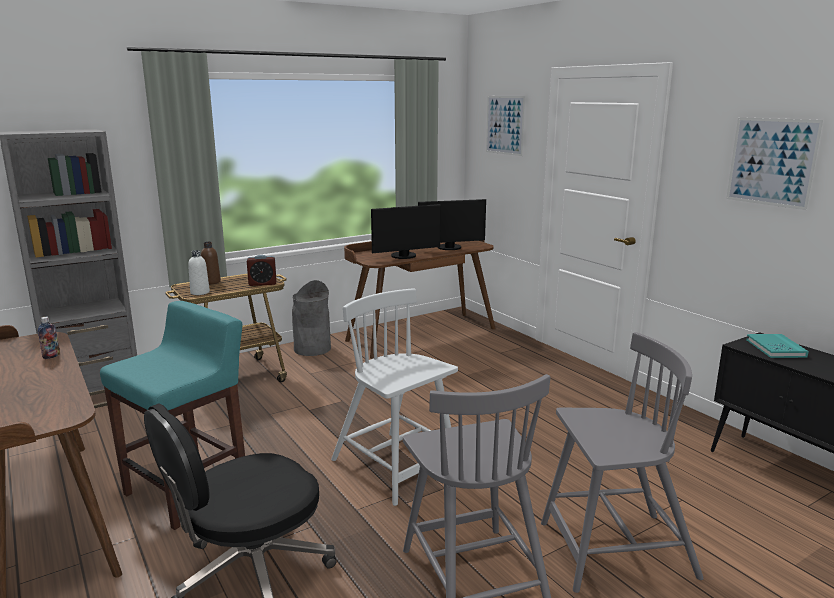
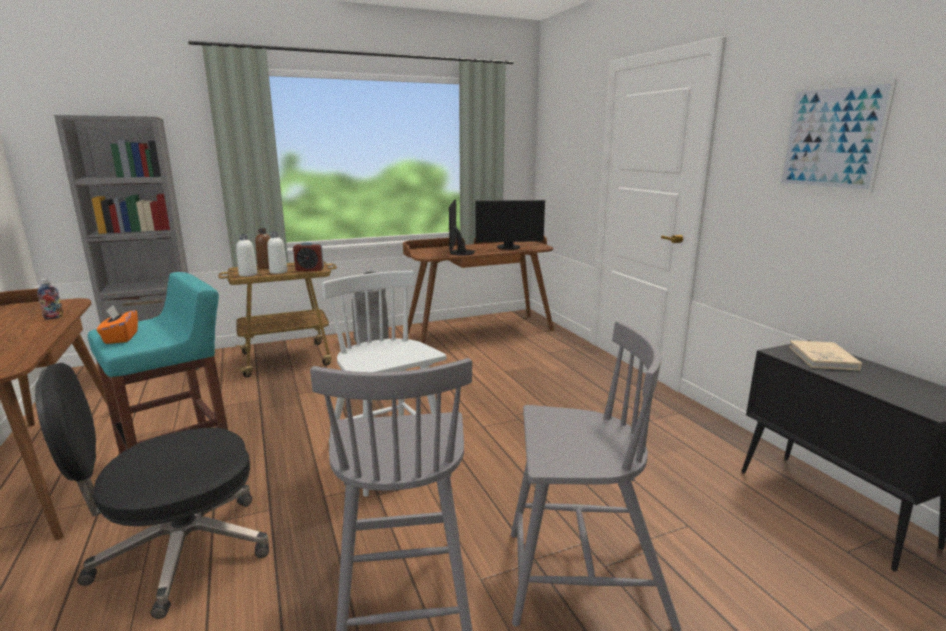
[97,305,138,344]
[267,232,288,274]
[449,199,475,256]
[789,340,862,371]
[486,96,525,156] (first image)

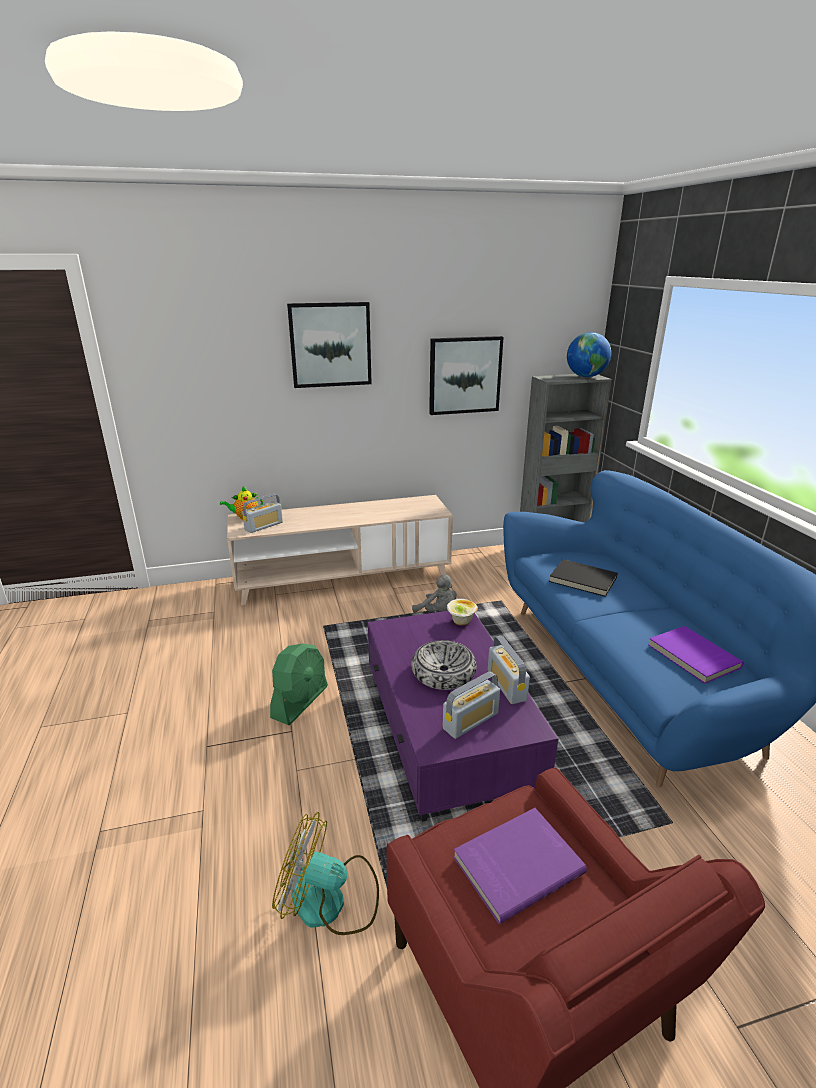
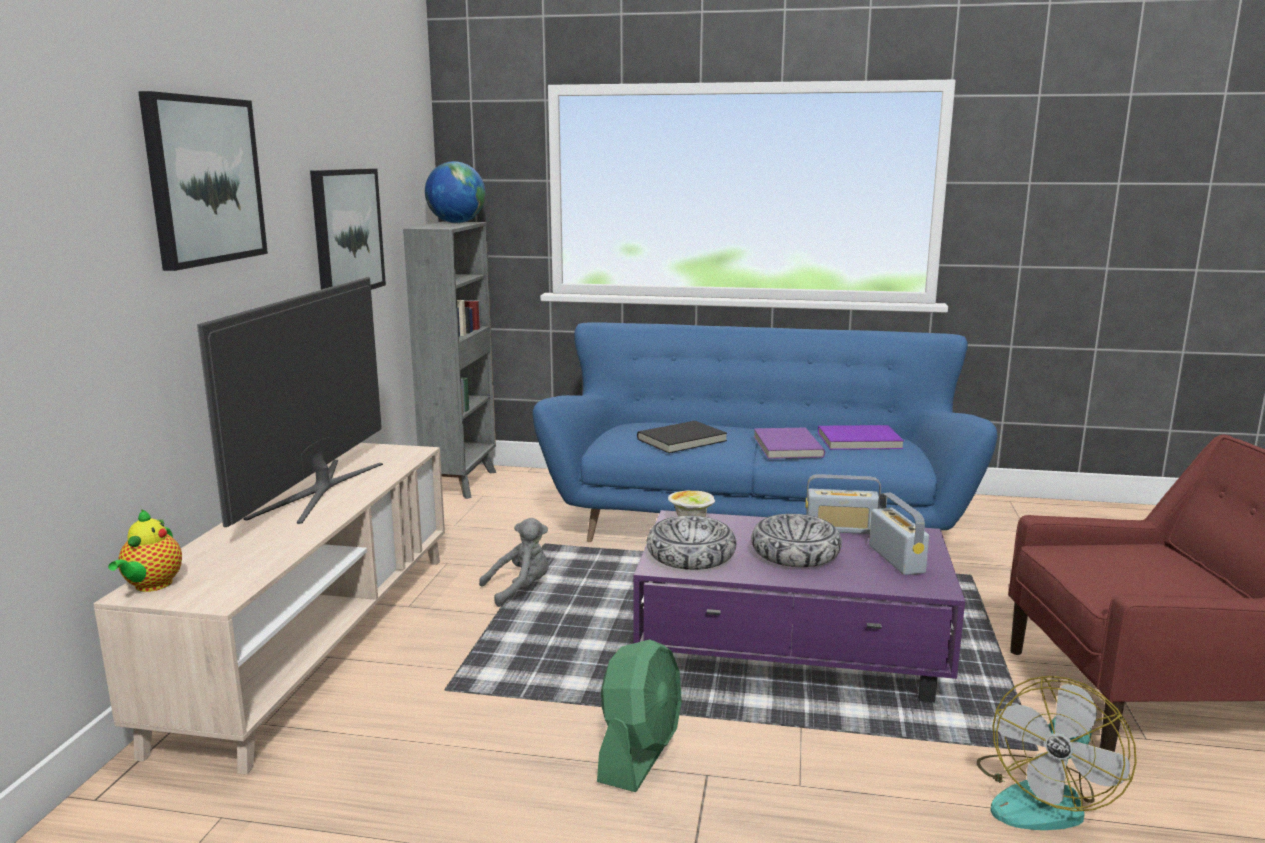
[197,277,383,527]
[597,639,682,792]
[647,516,736,570]
[754,428,825,459]
[242,494,283,533] (first image)

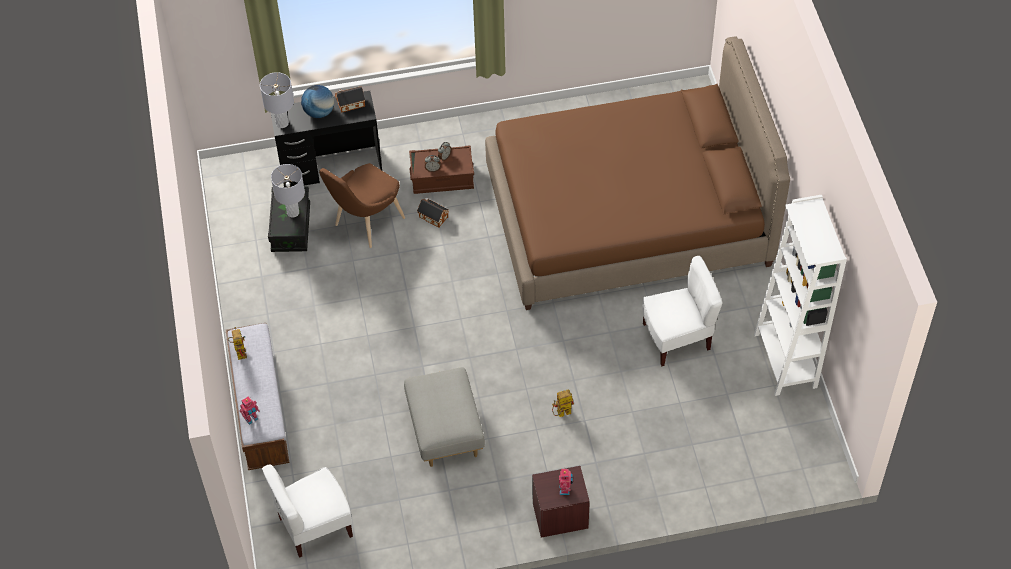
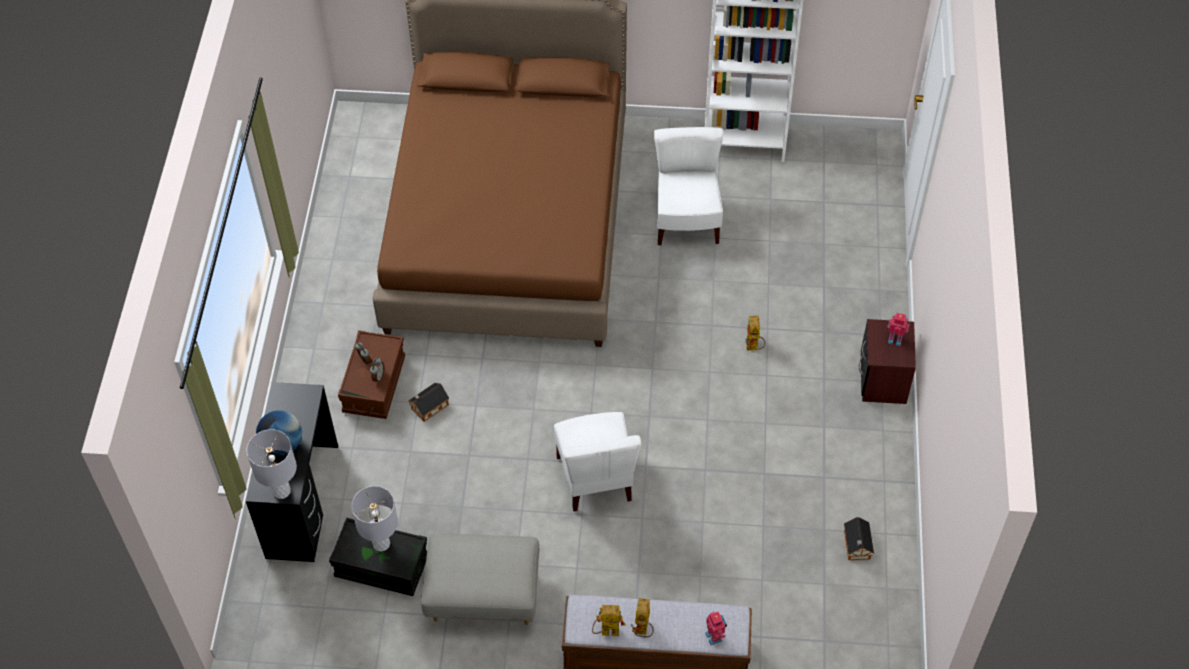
[421,534,539,625]
[554,412,641,512]
[630,598,654,637]
[844,517,874,560]
[319,163,405,248] (first image)

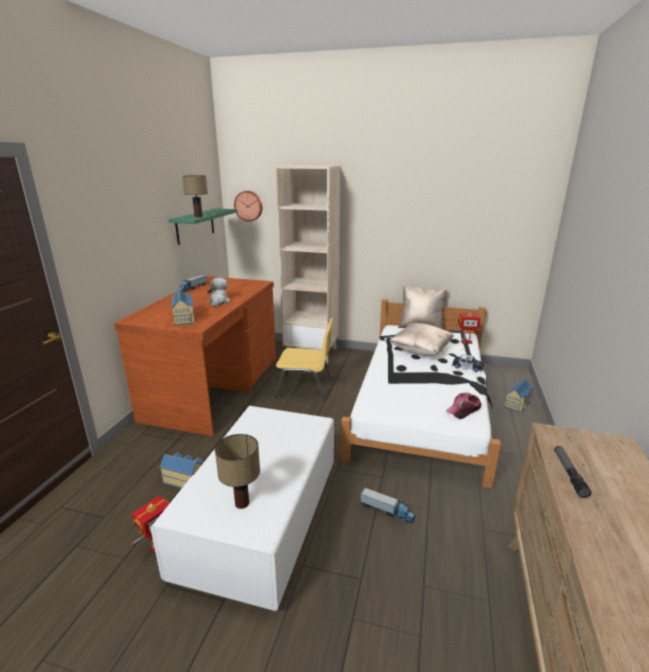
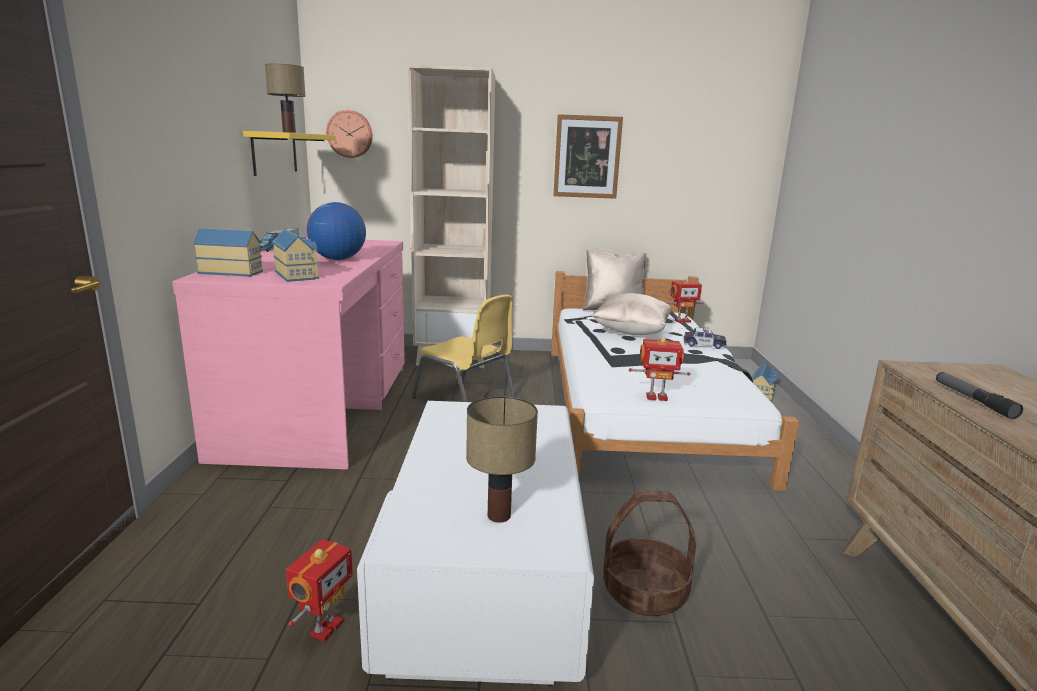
[172,237,405,470]
[193,228,263,277]
[243,131,336,176]
[307,202,366,260]
[412,294,516,402]
[554,114,623,199]
[603,490,696,616]
[629,337,690,401]
[360,487,415,523] (first image)
[446,392,481,419] (first image)

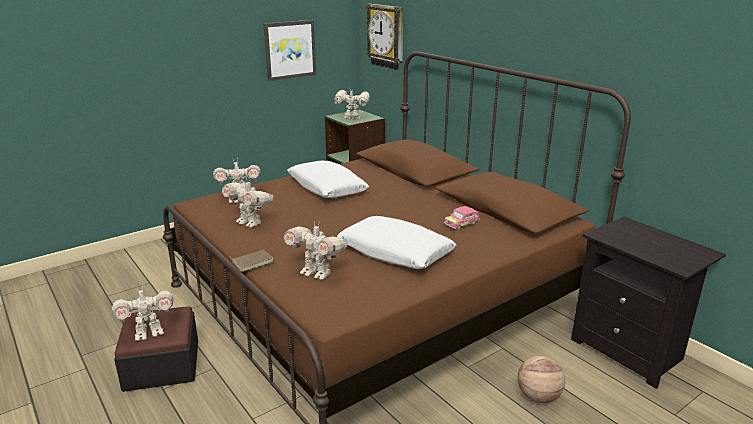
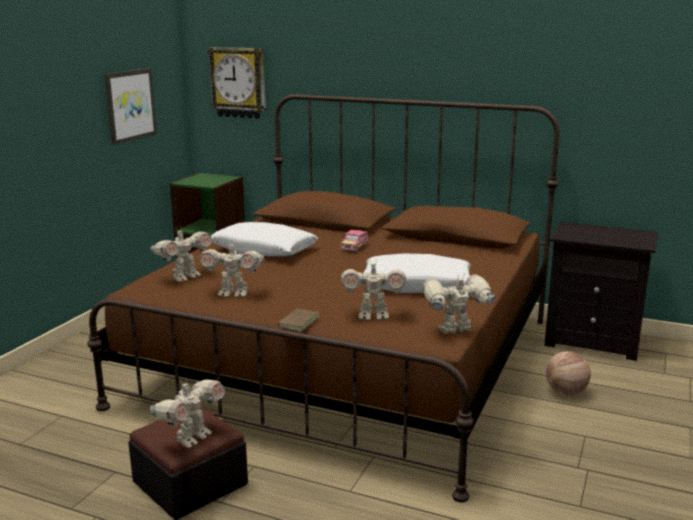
[340,230,368,252]
[423,273,496,334]

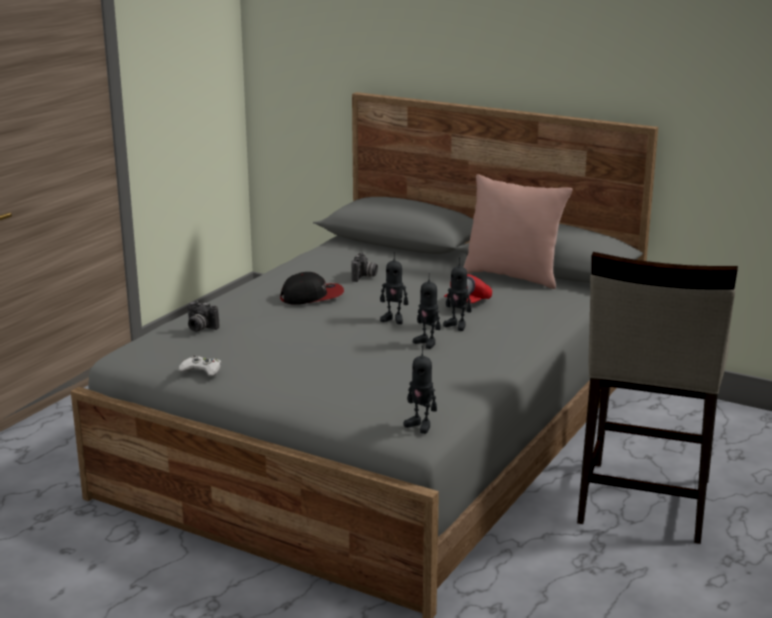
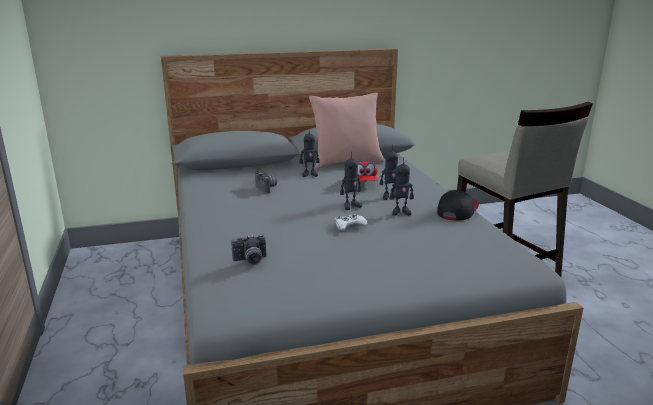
[299,127,320,177]
[335,214,368,230]
[437,190,479,221]

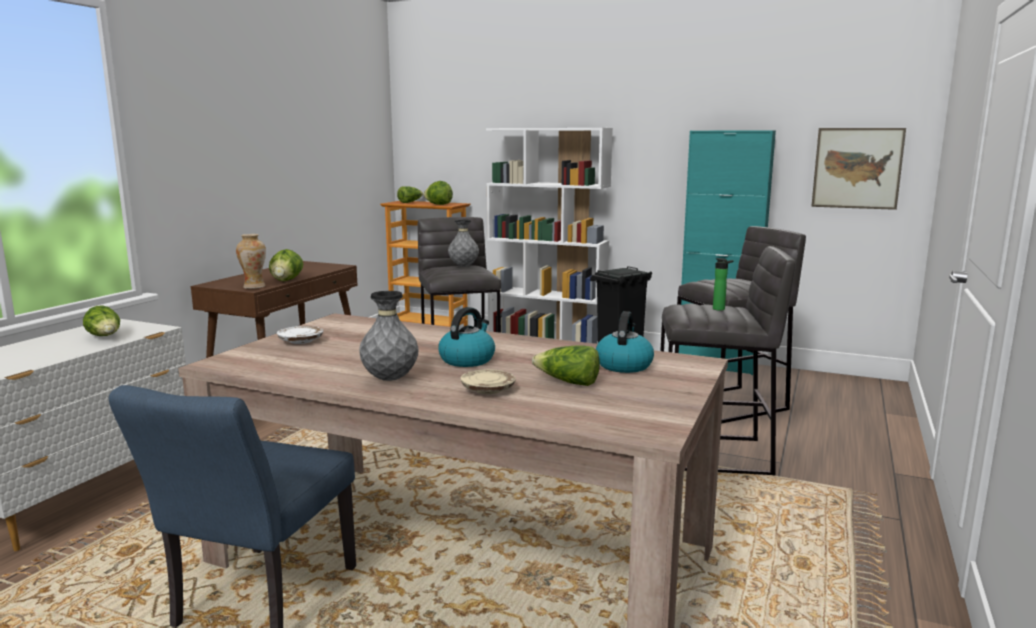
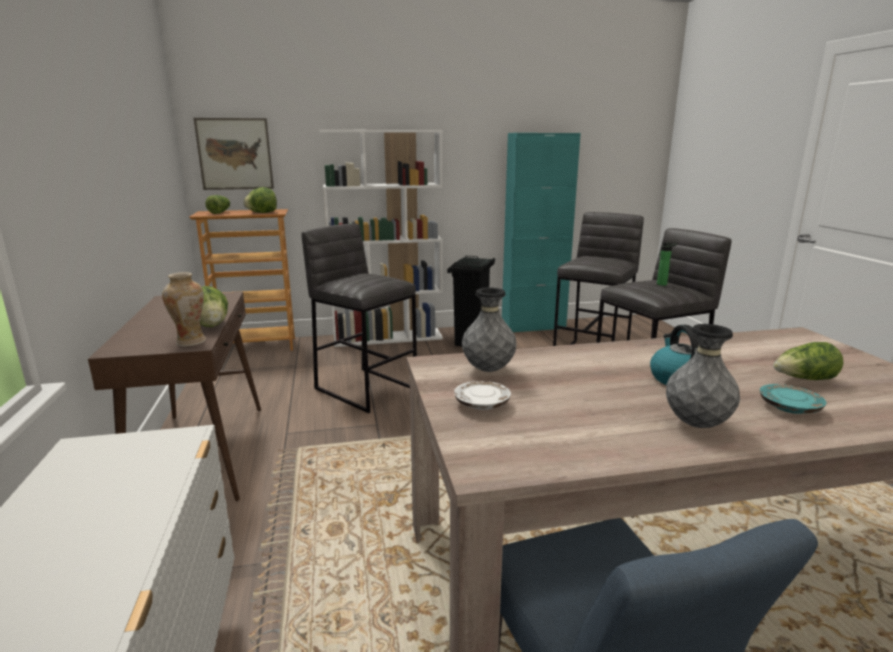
[194,118,274,190]
[462,287,517,372]
[760,384,826,414]
[83,305,120,336] (first image)
[596,311,654,373] (first image)

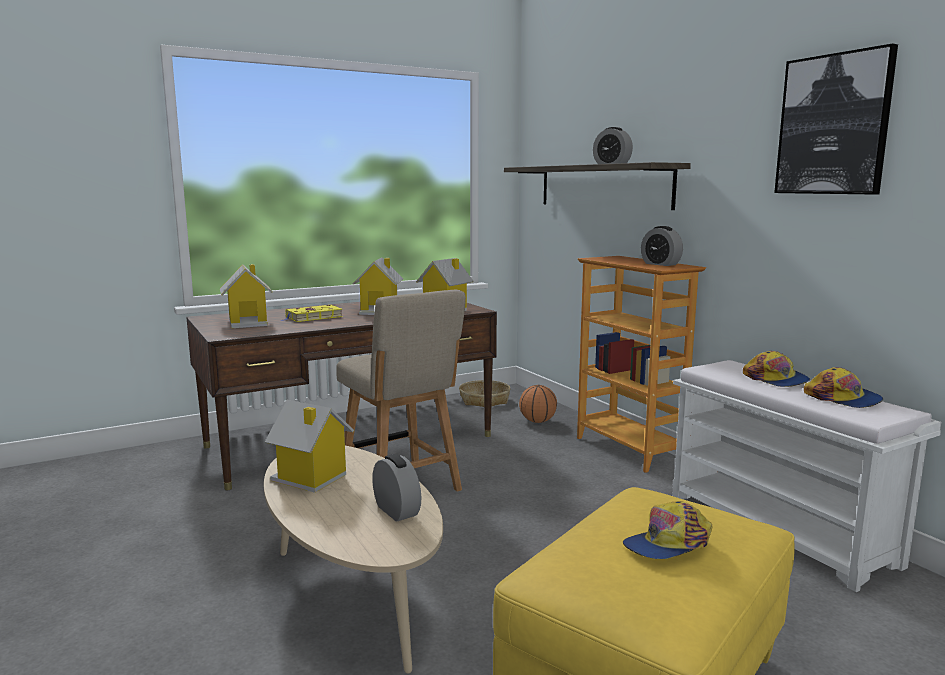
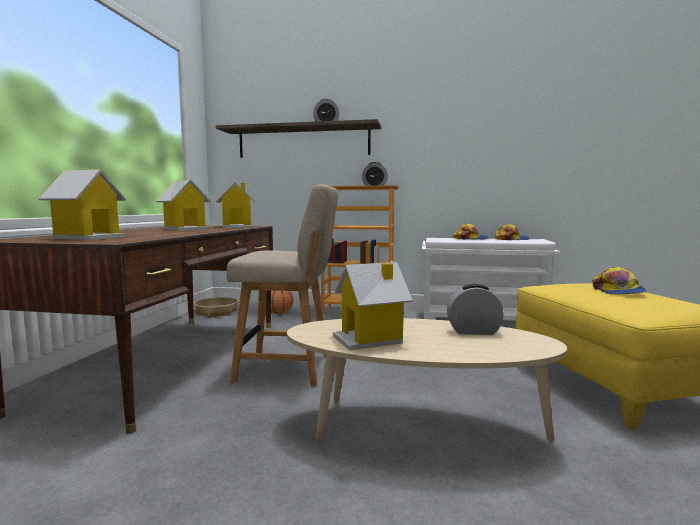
[282,305,343,322] (first image)
[774,44,898,195] (first image)

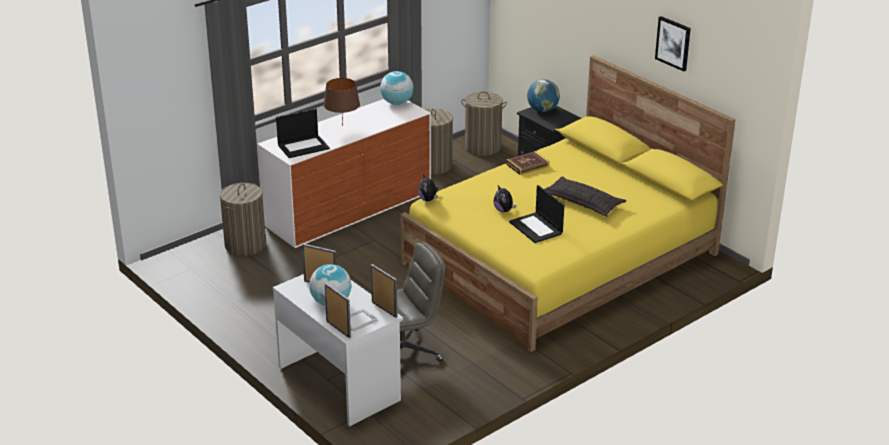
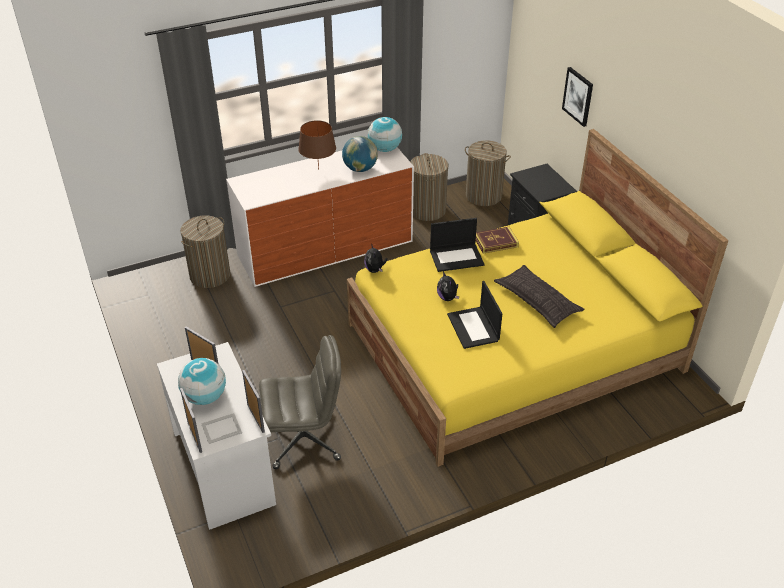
[342,136,378,172]
[430,218,484,272]
[562,67,593,127]

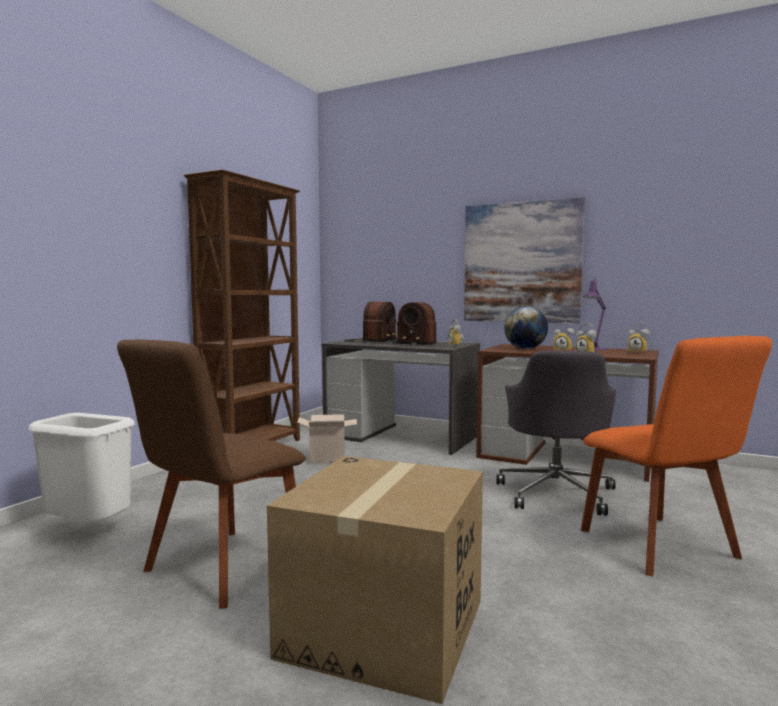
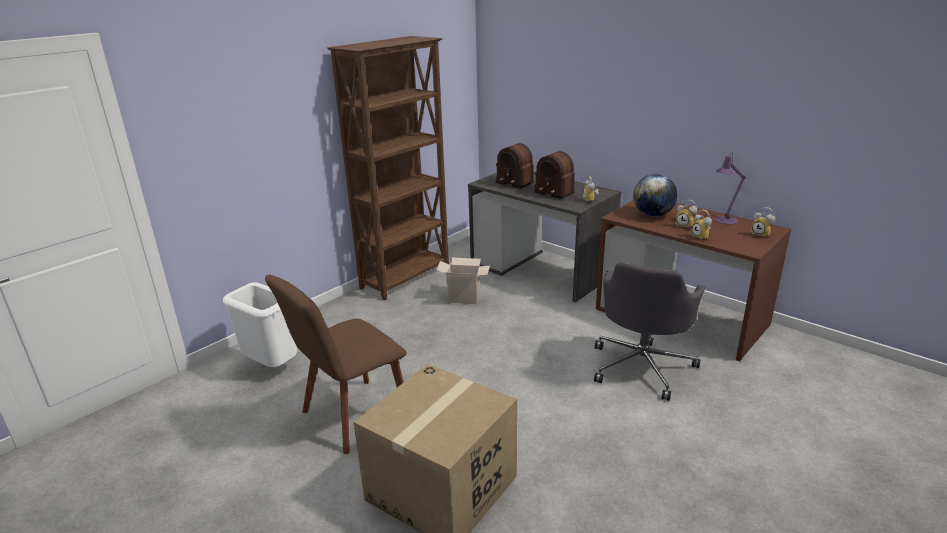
[495,143,534,189]
[464,197,585,323] (first image)
[581,336,772,576] (first image)

